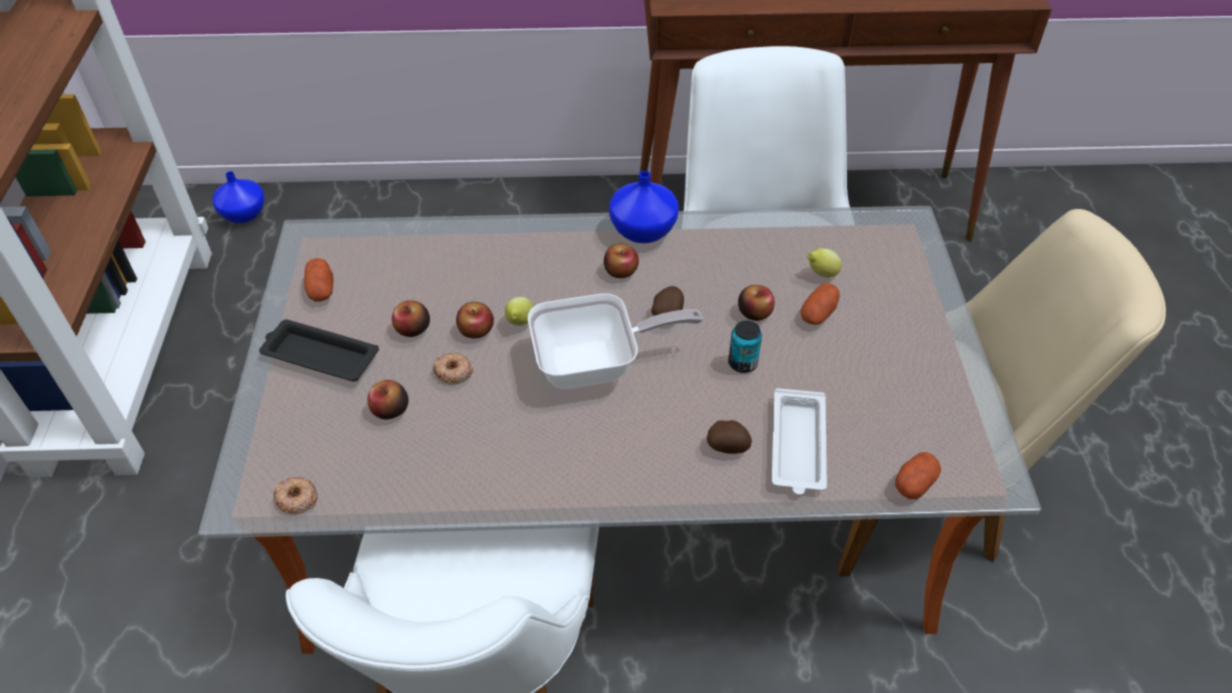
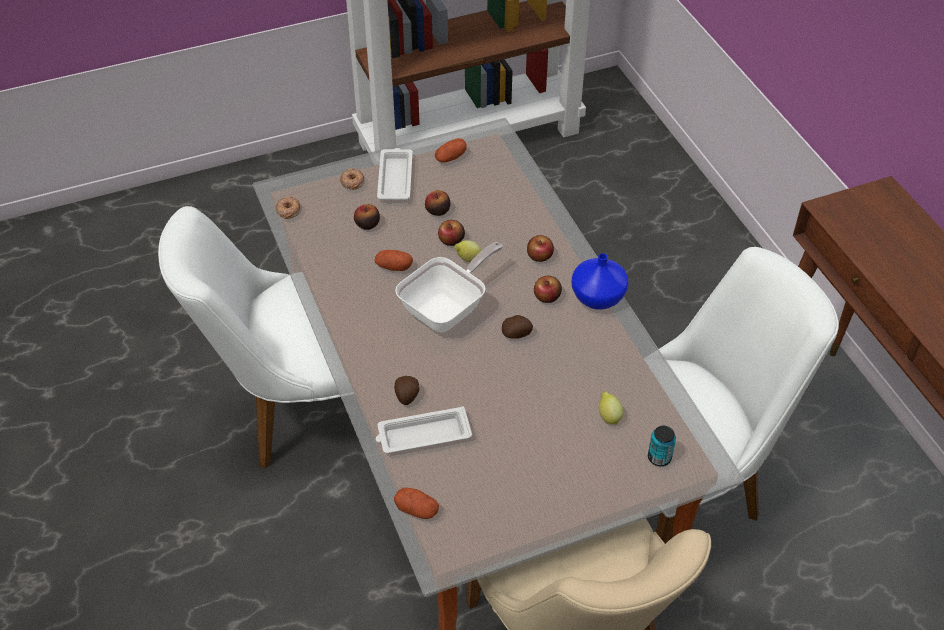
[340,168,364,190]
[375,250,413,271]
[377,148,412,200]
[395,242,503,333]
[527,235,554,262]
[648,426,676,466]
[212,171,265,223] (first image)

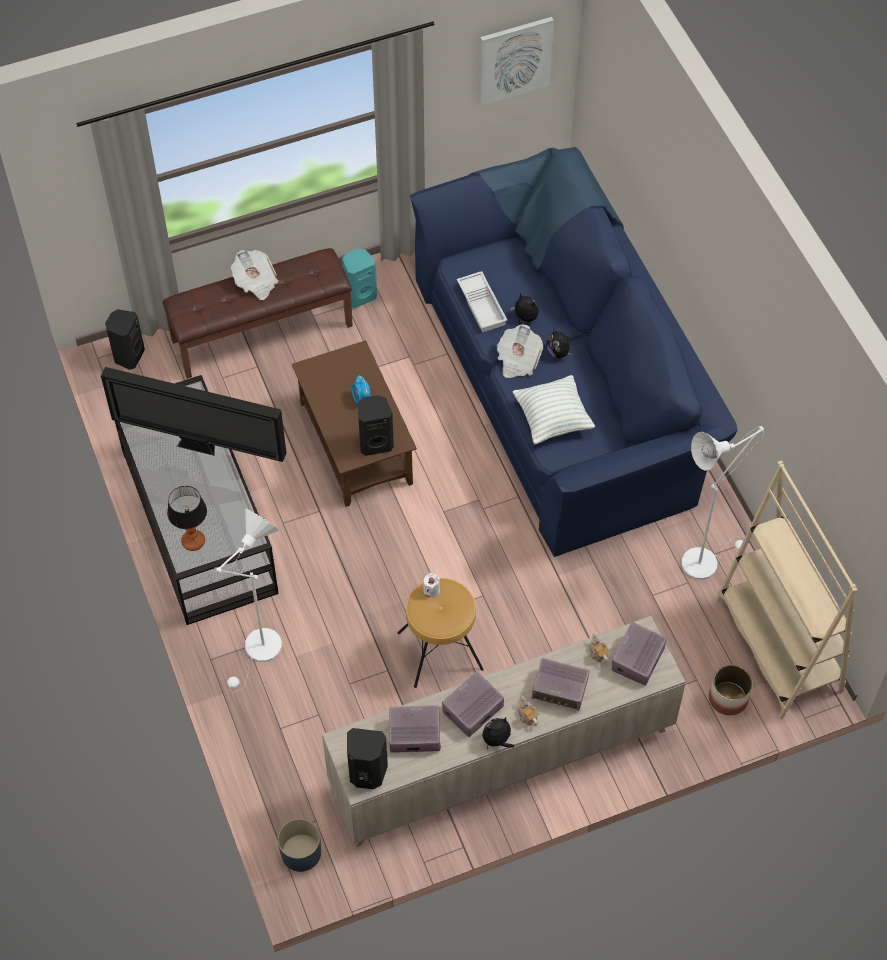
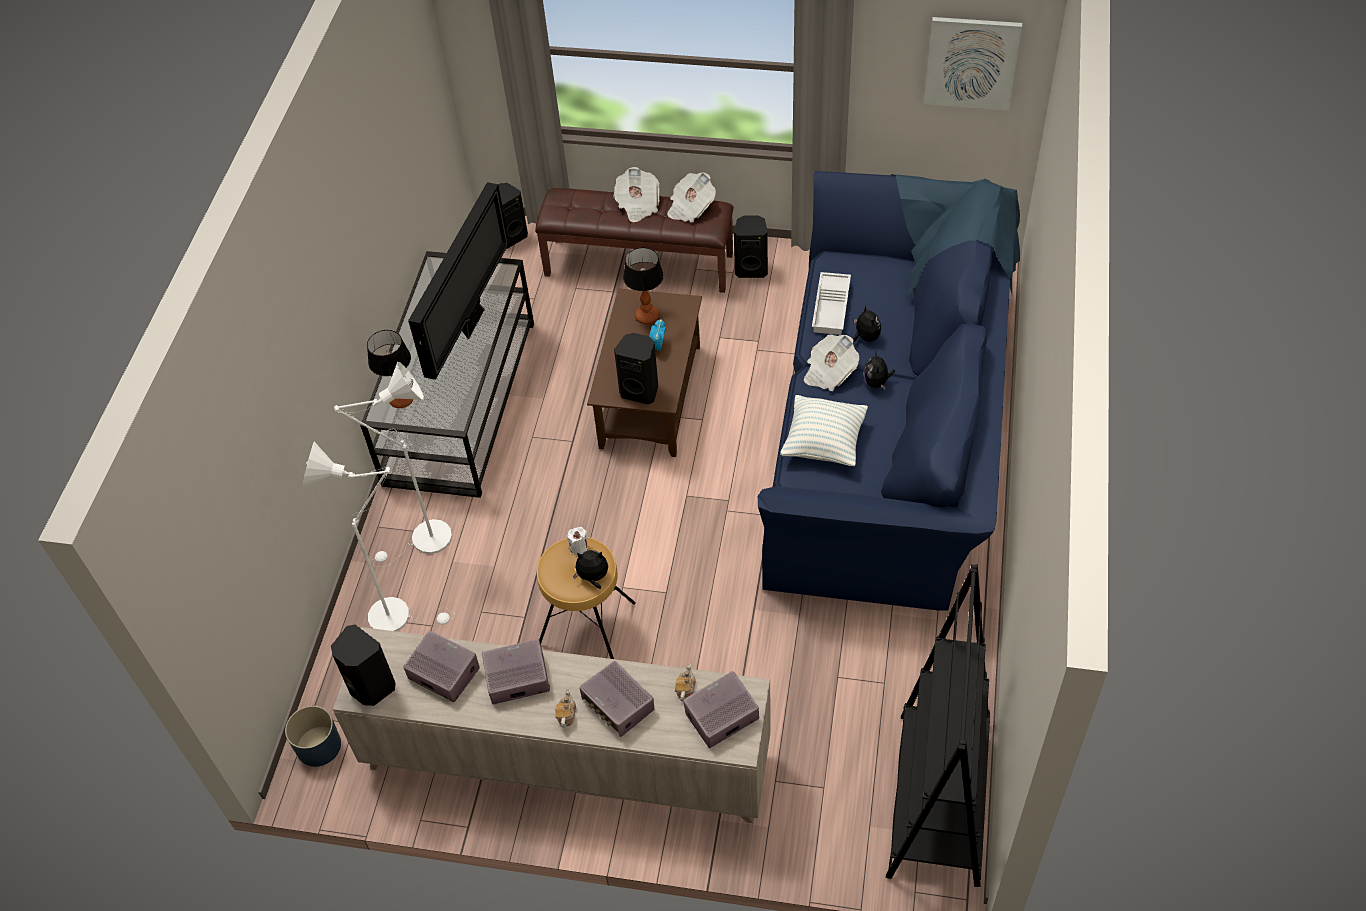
[302,442,455,631]
[408,182,509,380]
[573,550,608,589]
[623,247,664,324]
[667,172,716,223]
[734,216,768,278]
[886,564,990,887]
[709,665,753,715] (first image)

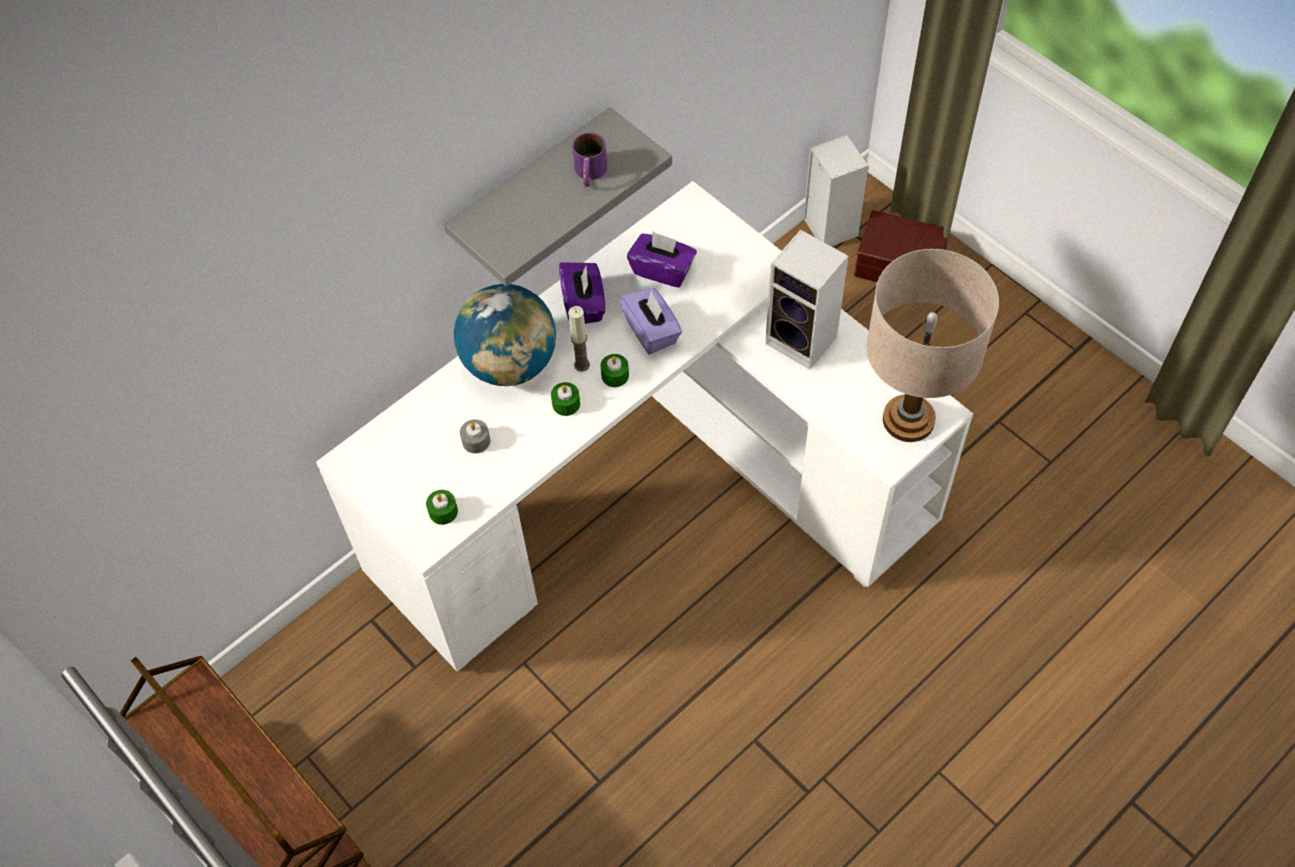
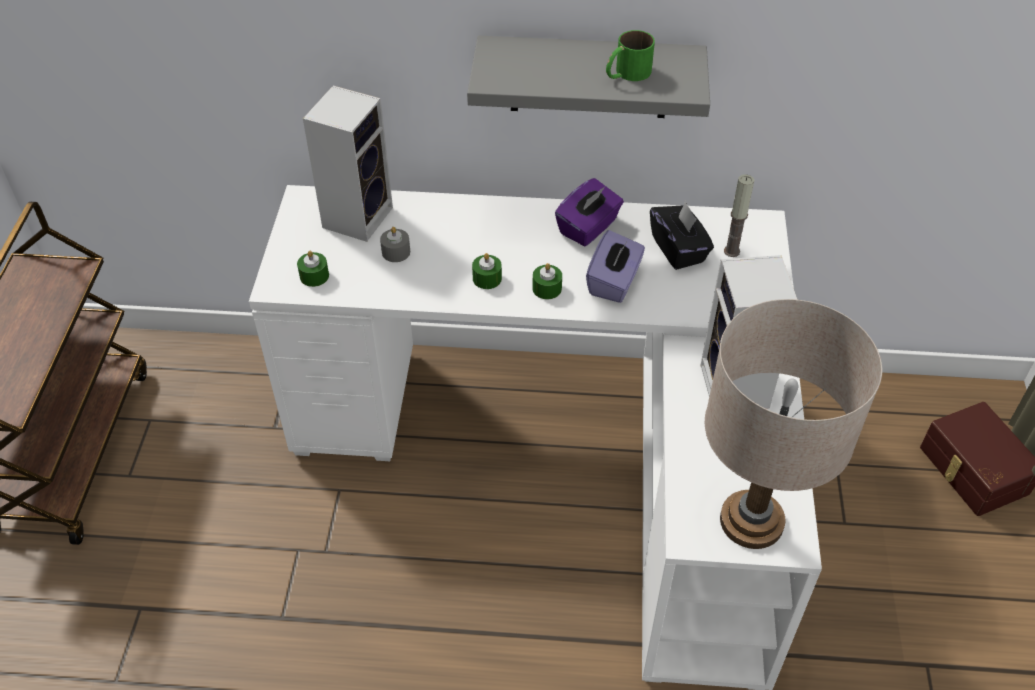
[303,85,393,242]
[606,30,655,81]
[650,201,714,270]
[724,174,754,257]
[454,284,556,386] (first image)

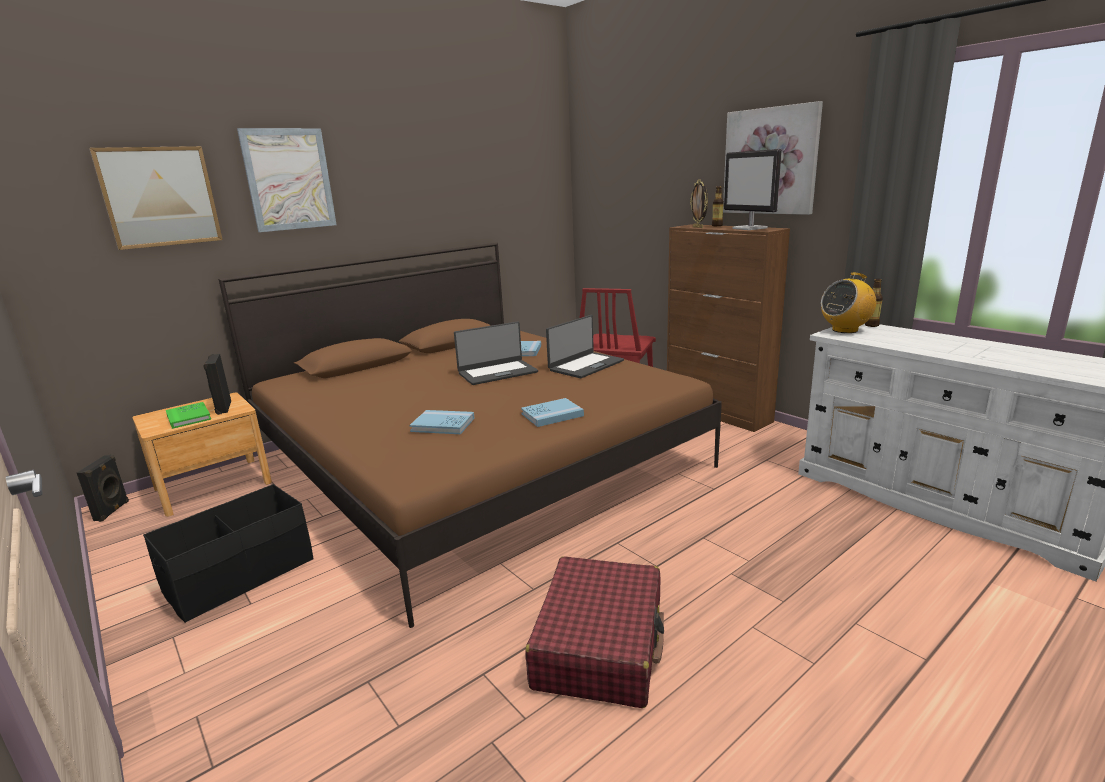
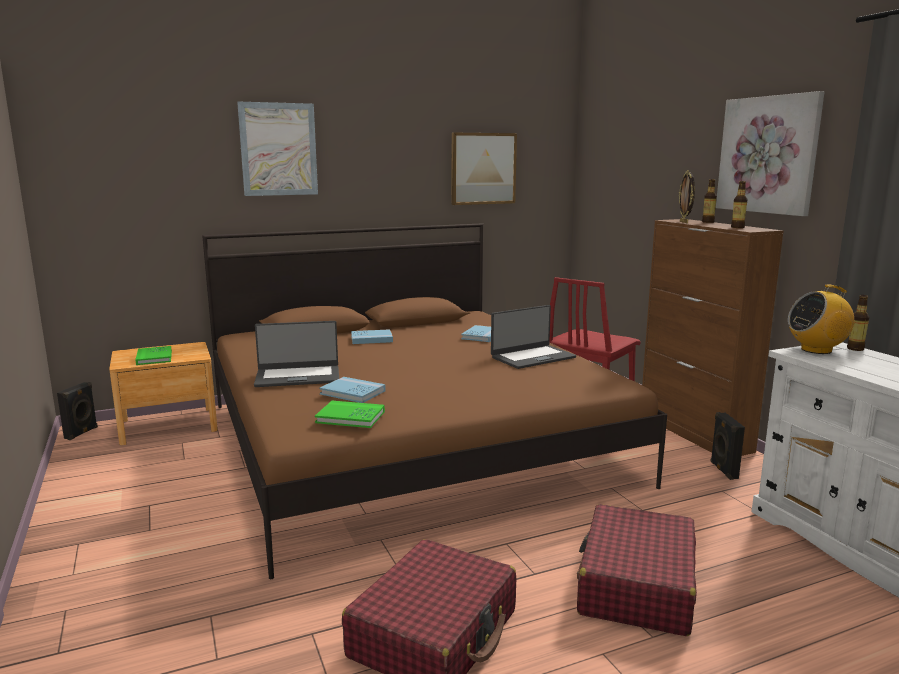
[254,321,339,387]
[315,401,385,428]
[351,329,393,344]
[452,133,517,205]
[577,504,697,636]
[710,412,745,480]
[731,181,747,228]
[143,484,313,623] (first image)

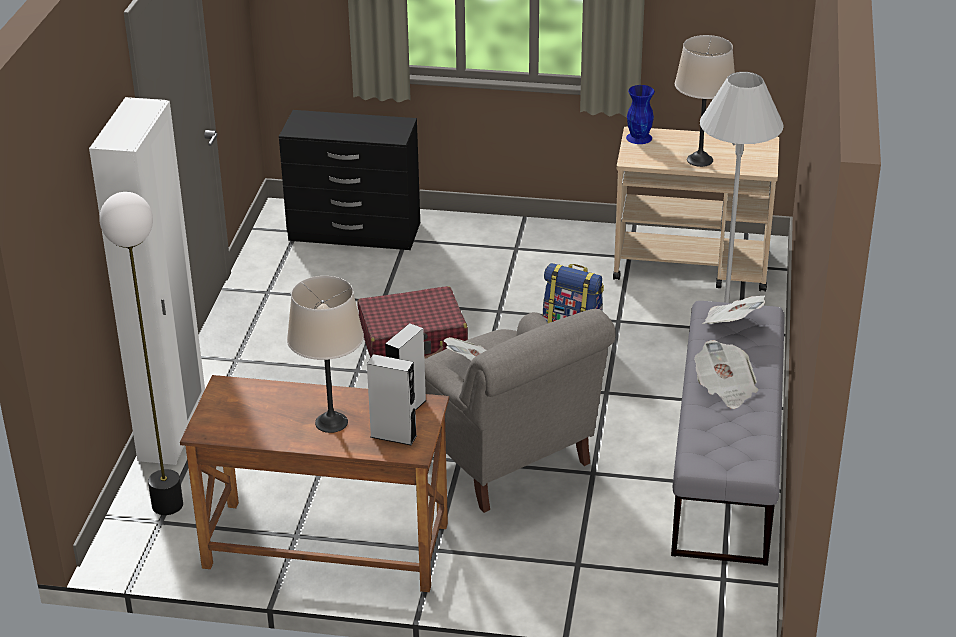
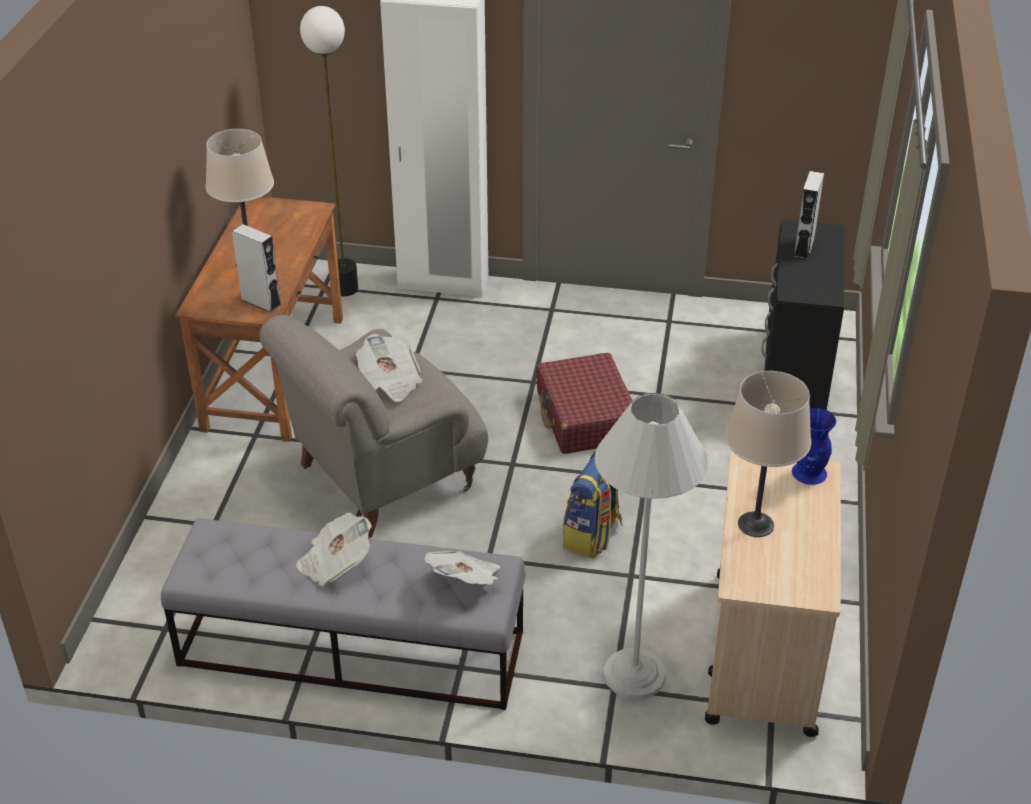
[794,171,824,259]

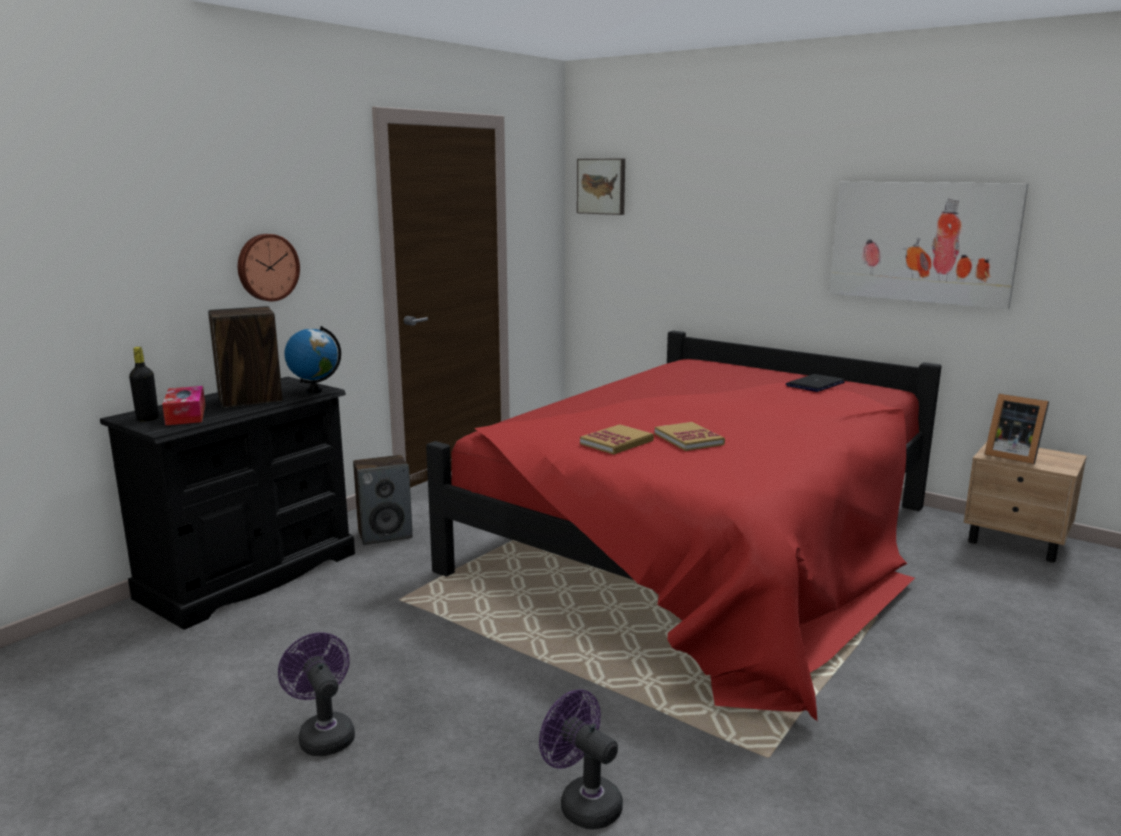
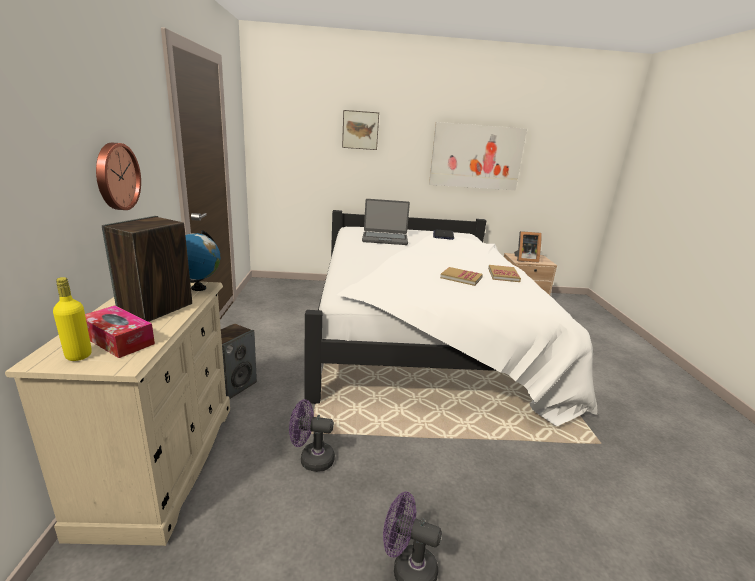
[5,281,230,546]
[53,277,92,361]
[289,399,335,472]
[304,210,598,426]
[342,110,379,150]
[362,199,410,245]
[488,265,521,282]

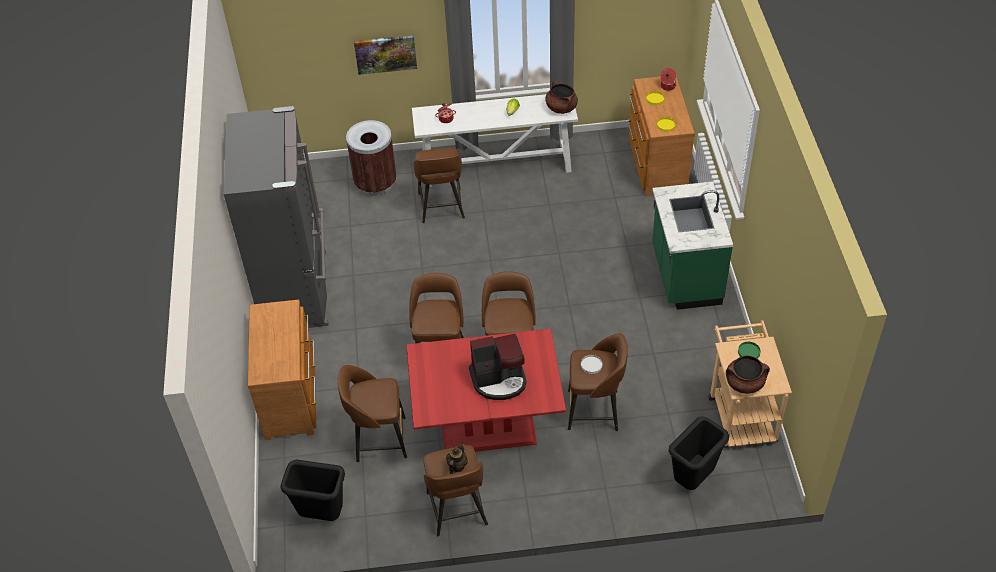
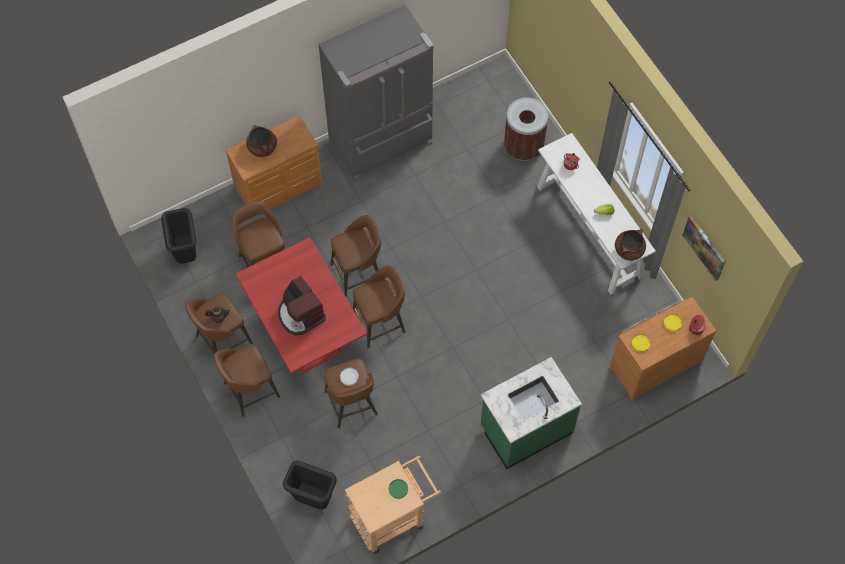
[214,344,280,417]
[246,125,277,157]
[683,215,726,281]

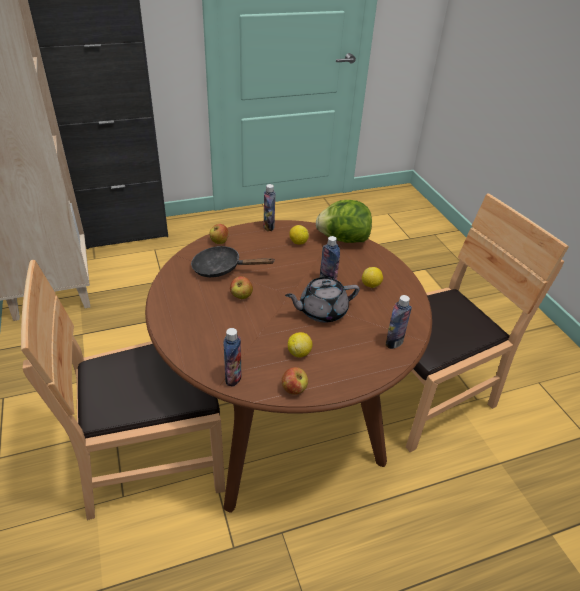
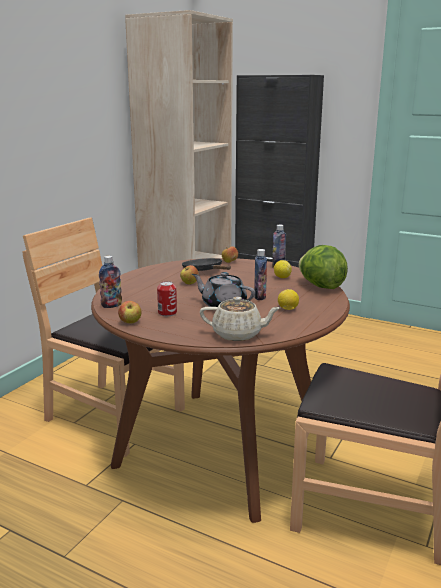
[157,281,177,316]
[200,297,281,341]

